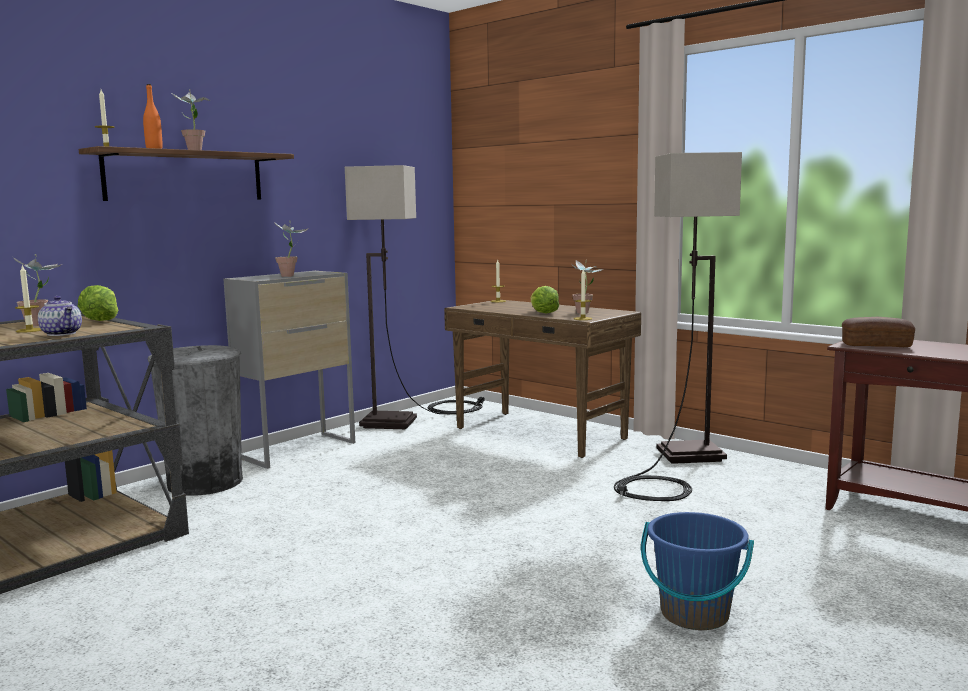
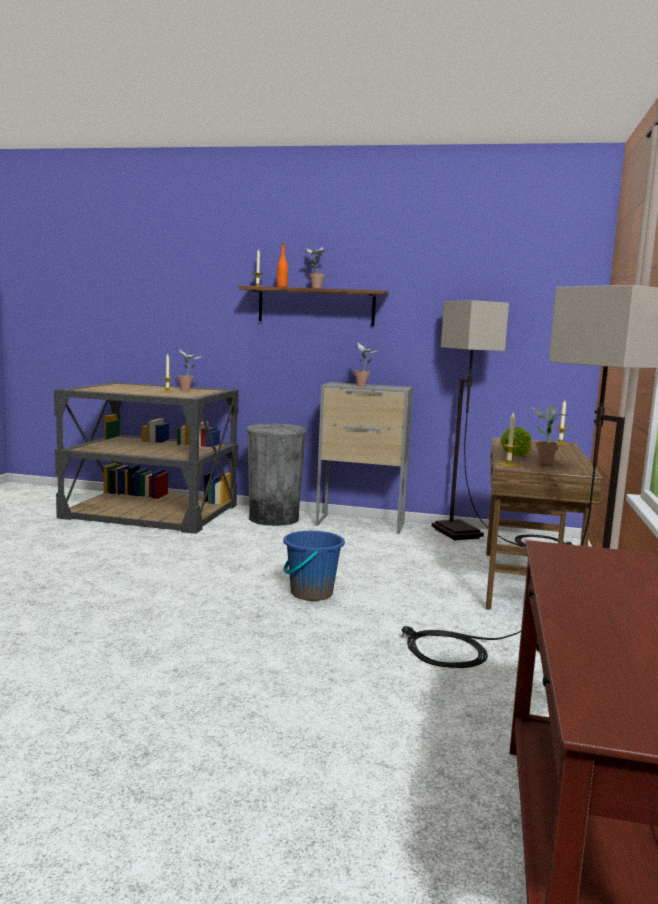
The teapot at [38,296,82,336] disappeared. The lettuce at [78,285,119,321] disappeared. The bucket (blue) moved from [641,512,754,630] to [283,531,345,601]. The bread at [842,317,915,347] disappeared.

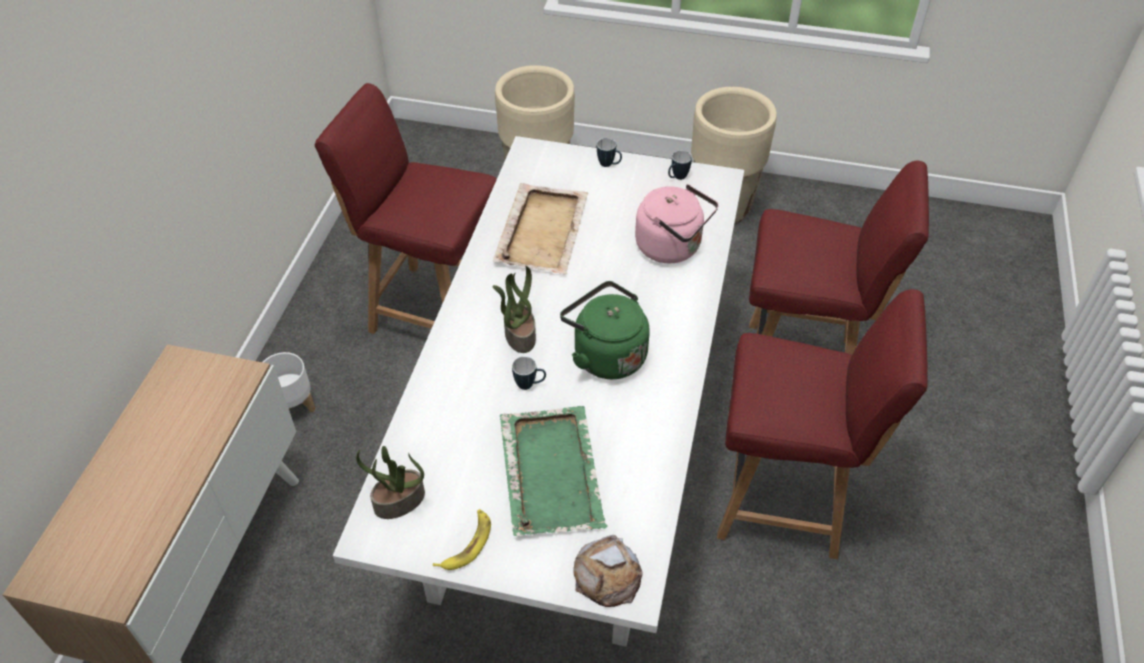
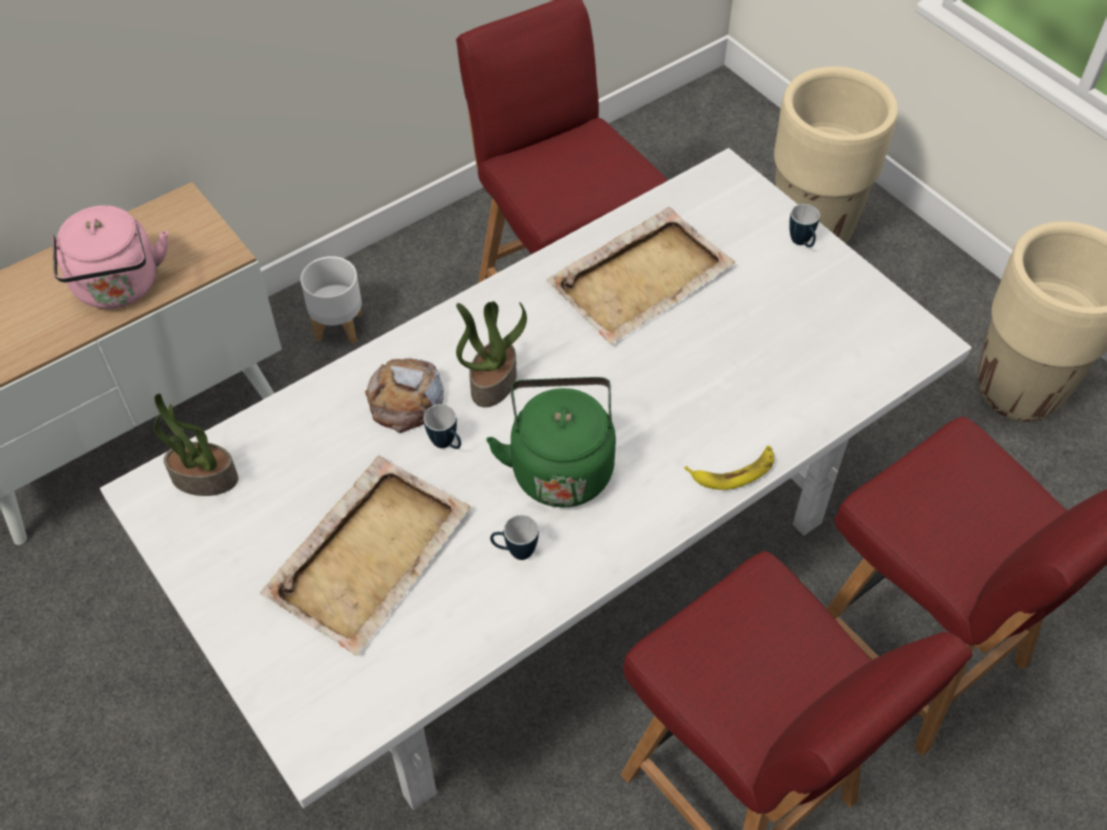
The banana moved from [433,509,491,570] to [684,446,774,490]. The tray (green) at [500,406,607,536] became the tray (beige) at [260,456,471,656]. The bread moved from [573,535,643,607] to [365,358,444,433]. The kettle (pink) moved from [635,184,719,263] to [52,205,168,309]. The mug moved from [668,150,692,180] to [490,515,539,560].

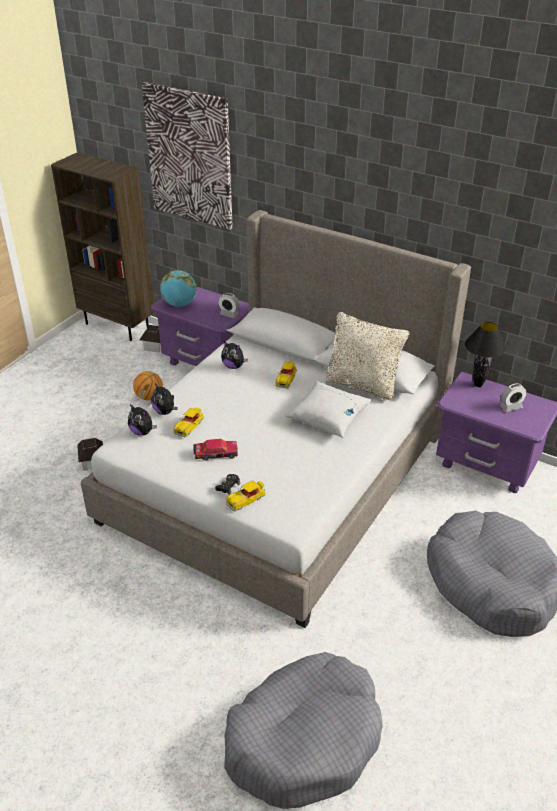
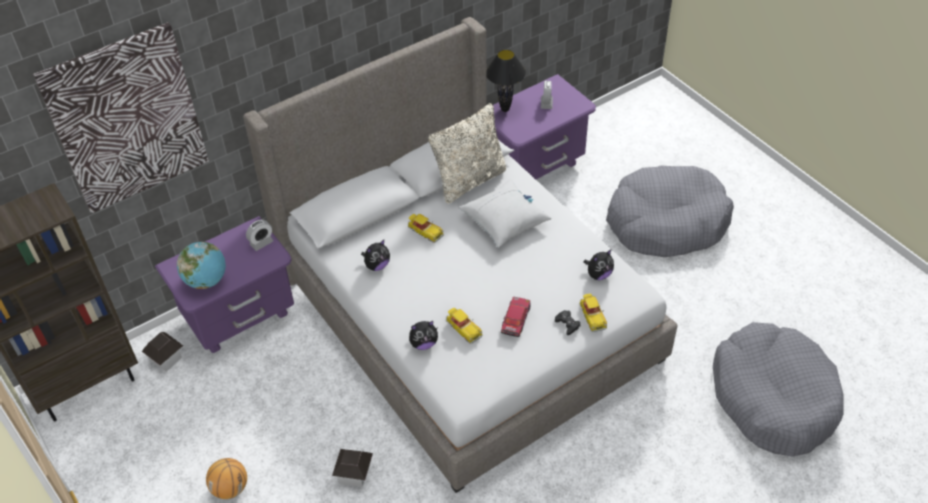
The plush toy moved from [128,404,157,436] to [584,250,614,280]. The basketball moved from [133,371,163,400] to [206,458,247,499].

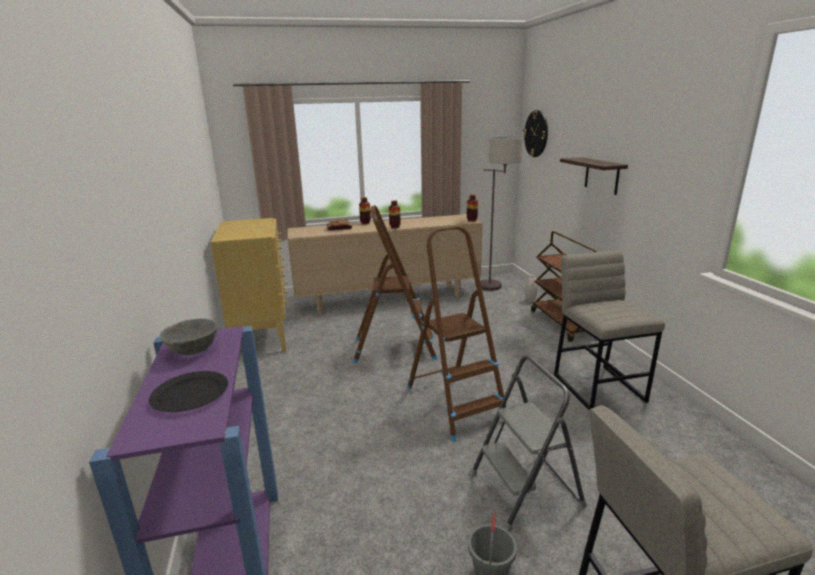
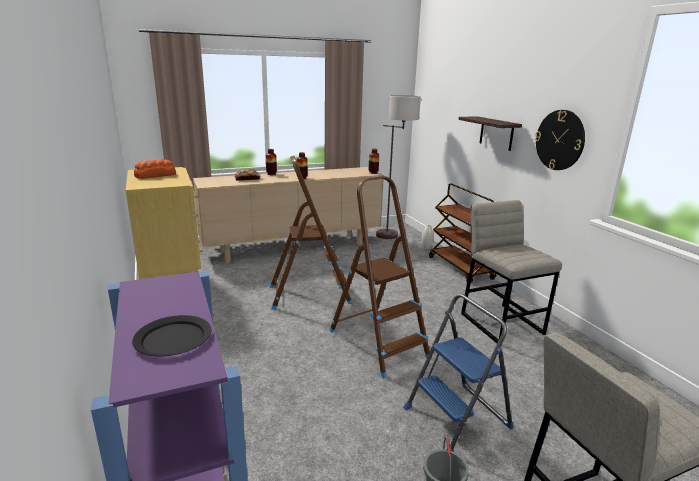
The bowl (grey) at [159,319,218,355] disappeared. The step ladder (grey) at [468,355,587,532] became the step ladder (blue) at [403,294,513,452]. The wall clock moved from [523,110,548,157] to [535,110,585,170]. The bread at [134,159,176,179] appeared.

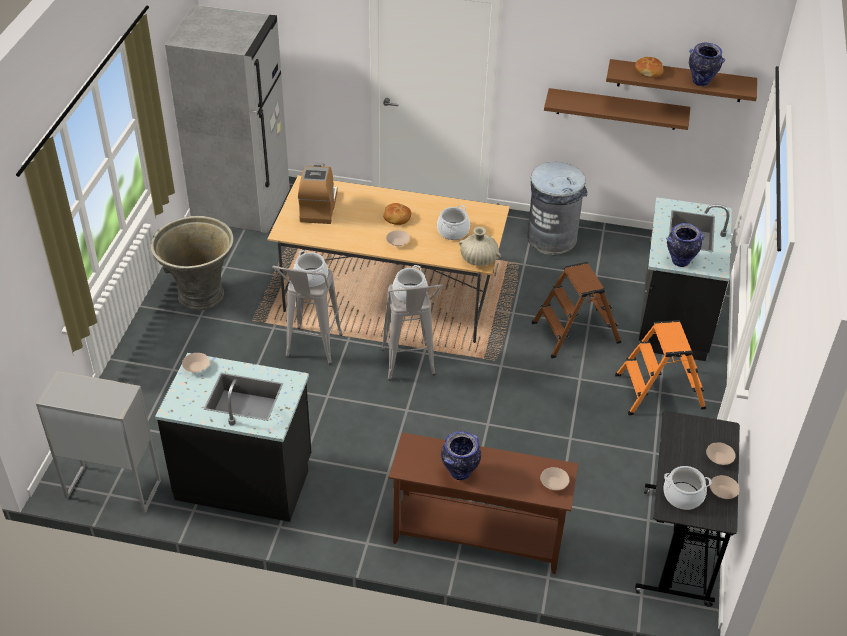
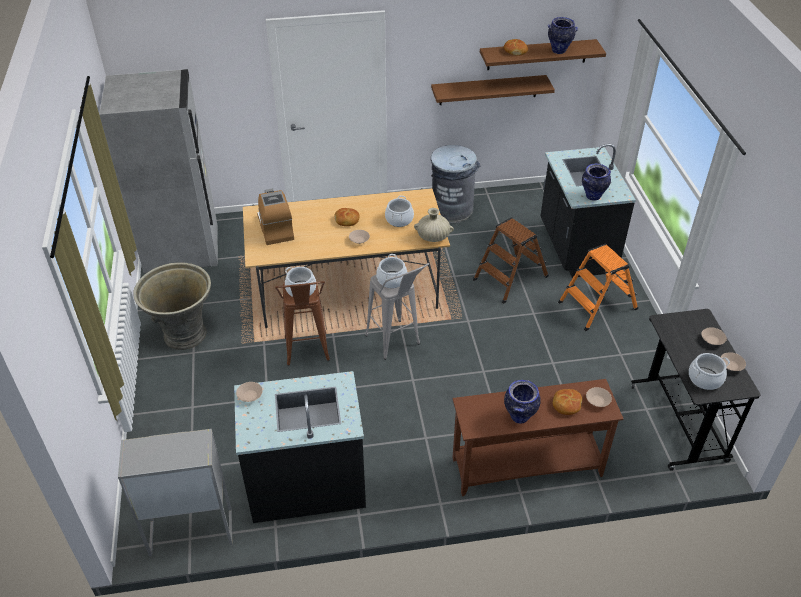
The stool (grey) at [272,266,343,365] became the stool (brown) at [275,281,330,366]. The bread at [553,389,582,415] appeared.

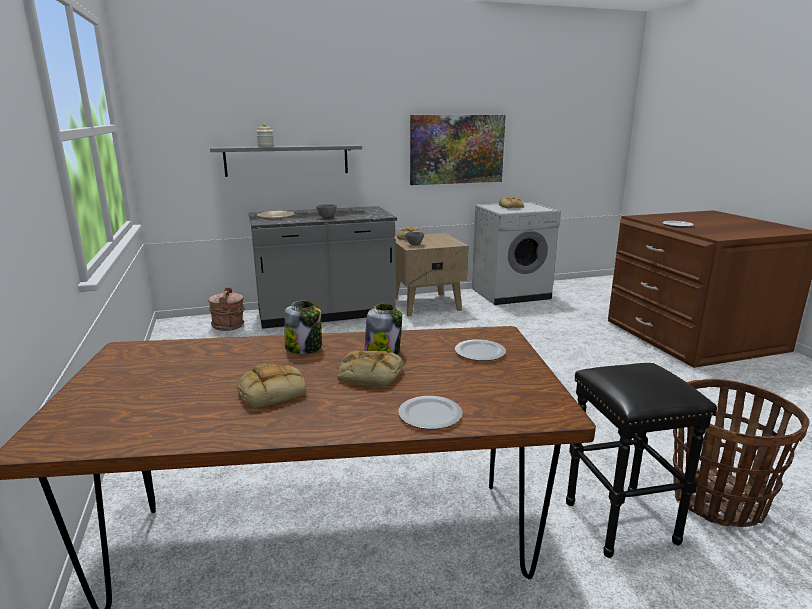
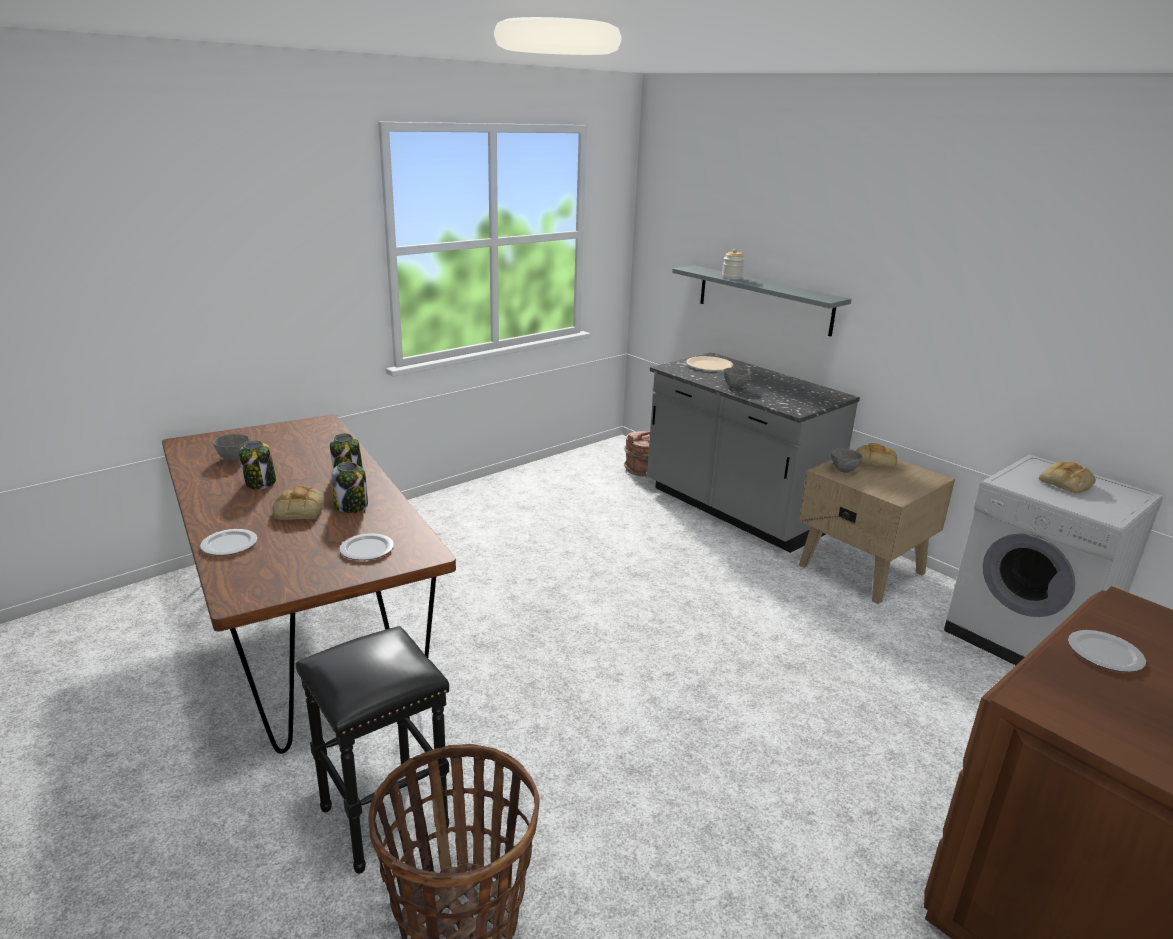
The bread at [237,364,306,409] was replaced by the jar at [239,440,276,490]. The picture at [410,115,506,185] disappeared. The bowl (grey) at [213,434,249,461] appeared.

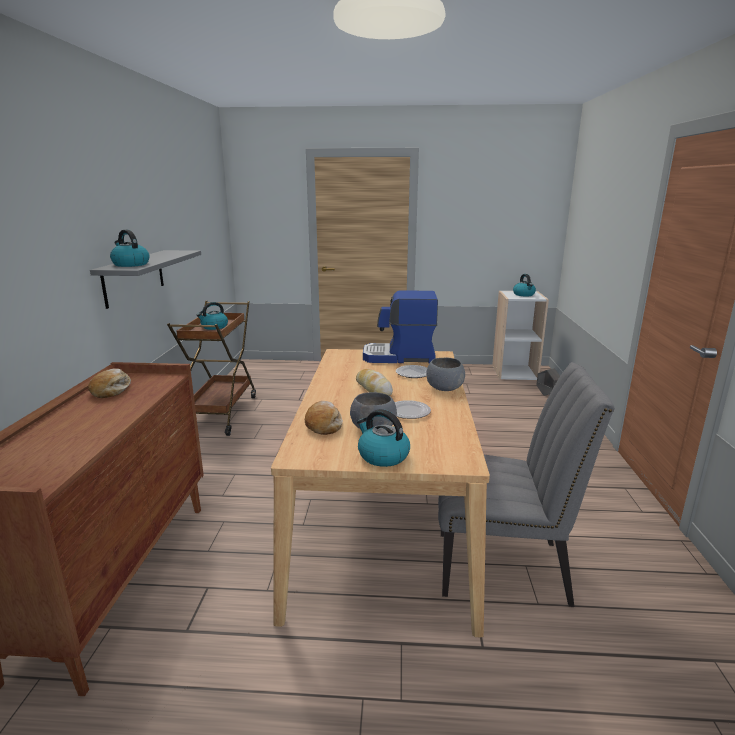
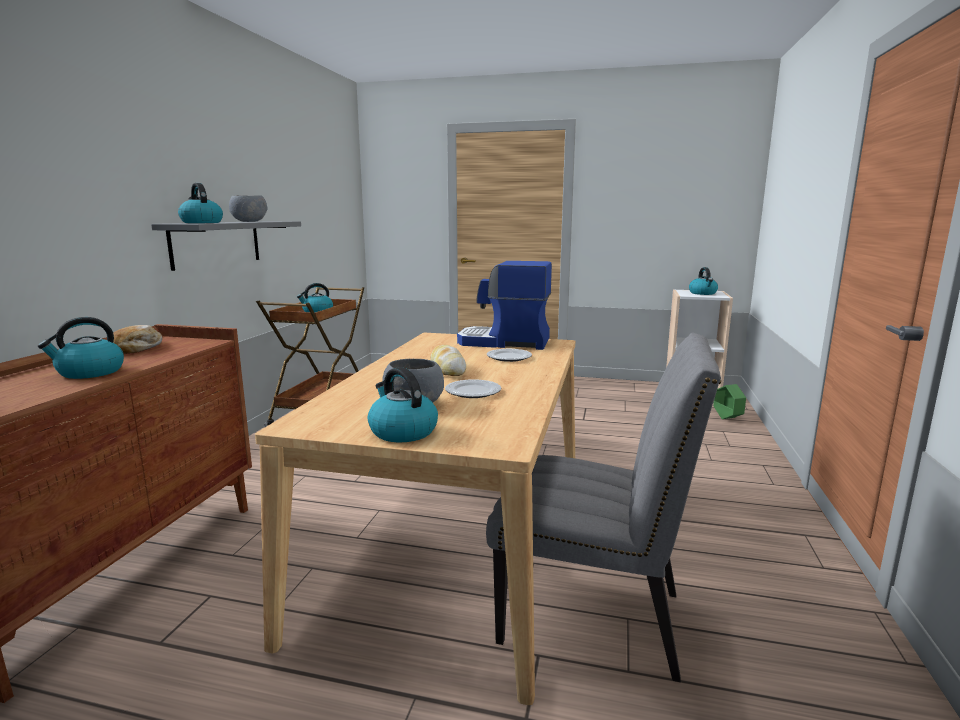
The bread at [305,401,343,435] disappeared. The bowl (grey) moved from [426,358,465,391] to [229,195,268,222]. The planter (grey) at [536,368,560,396] became the planter (green) at [713,384,746,419]. The kettle at [38,317,124,379] appeared.

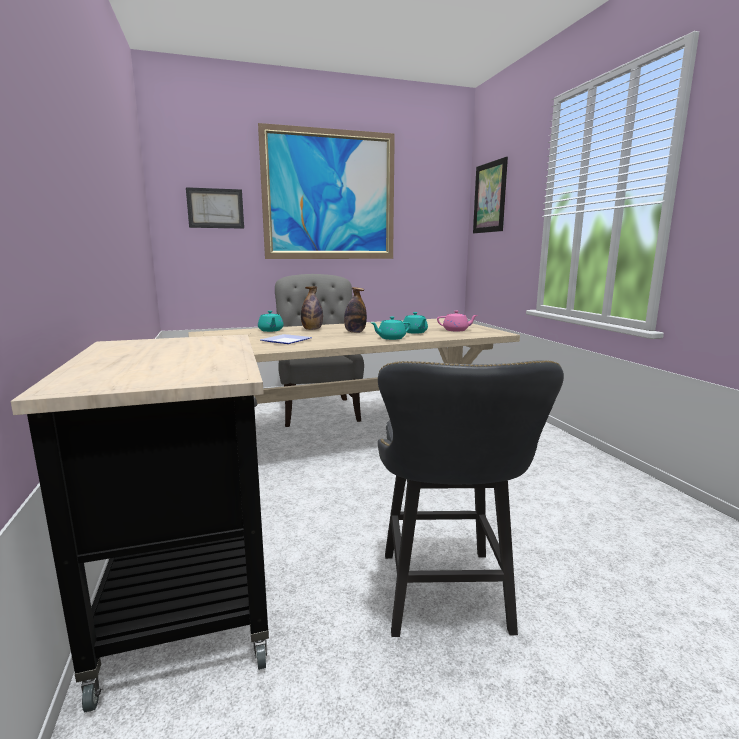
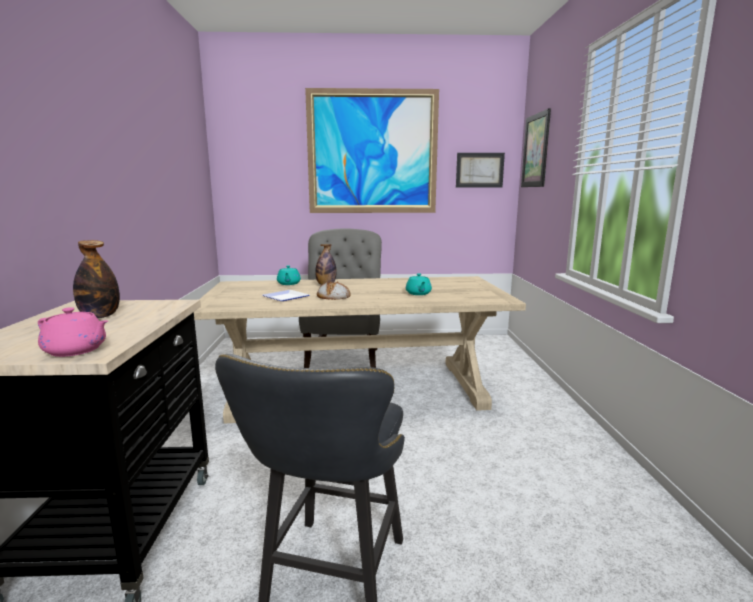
The picture moved from [186,187,244,229] to [456,153,505,188]. The bottle moved from [344,287,367,333] to [73,240,120,318]. The teapot (turquoise) at [372,316,411,340] disappeared. The teapot (pink) moved from [437,311,477,332] to [38,307,108,357]. The bread at [317,282,351,300] appeared.

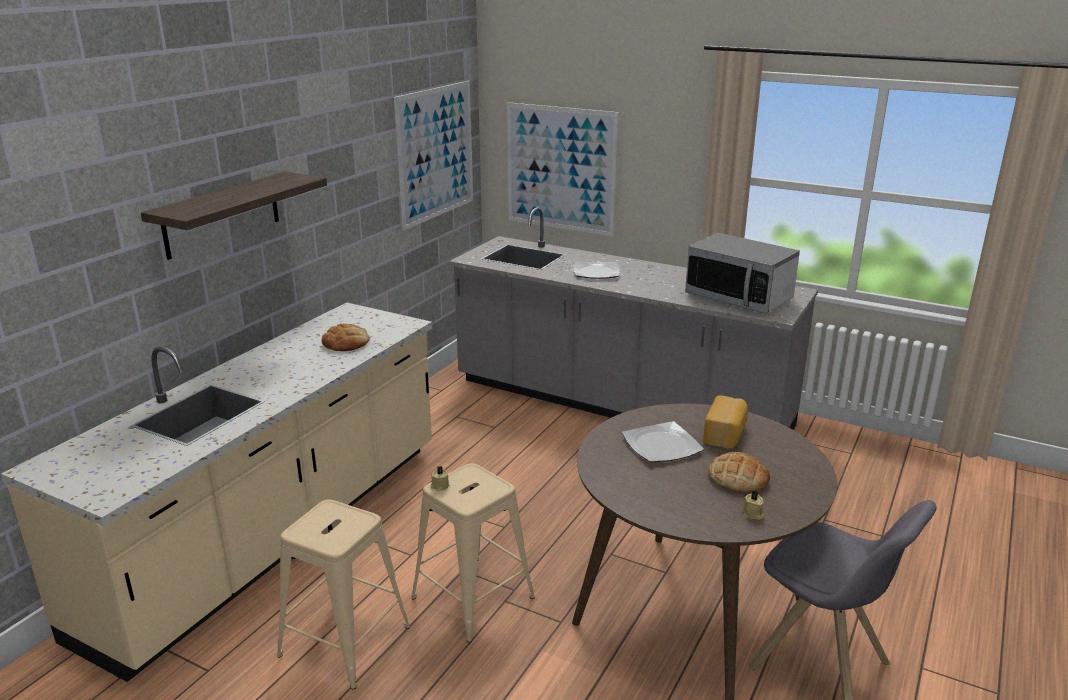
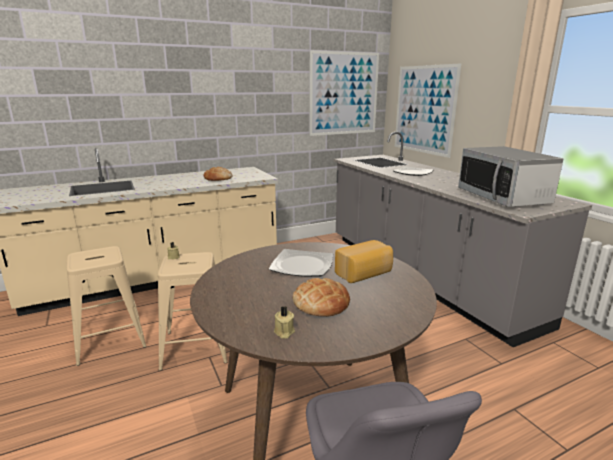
The shelf at [141,172,327,260] disappeared.

